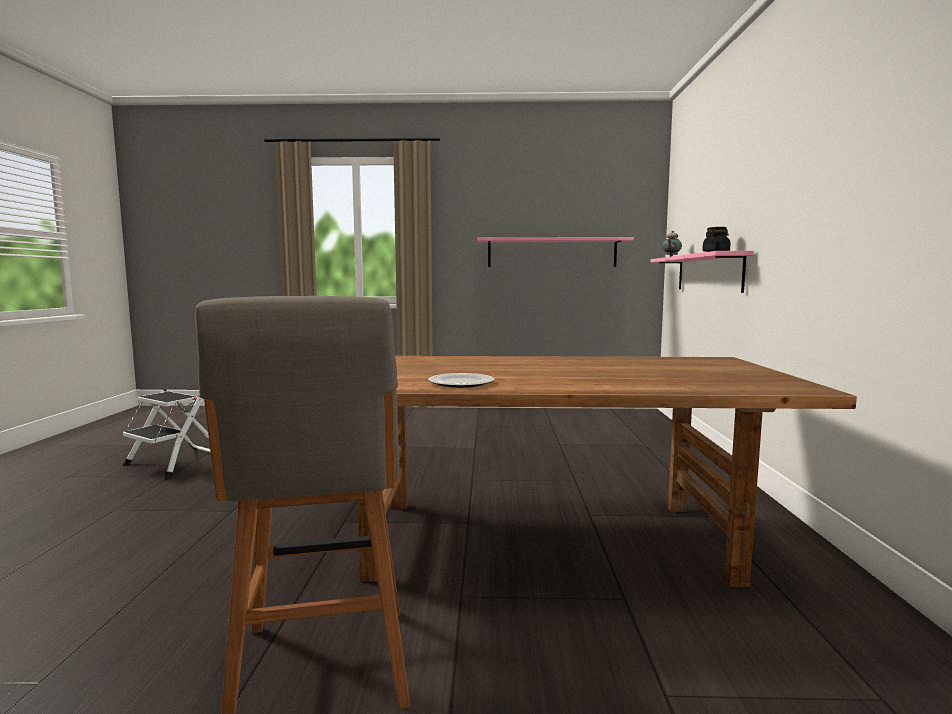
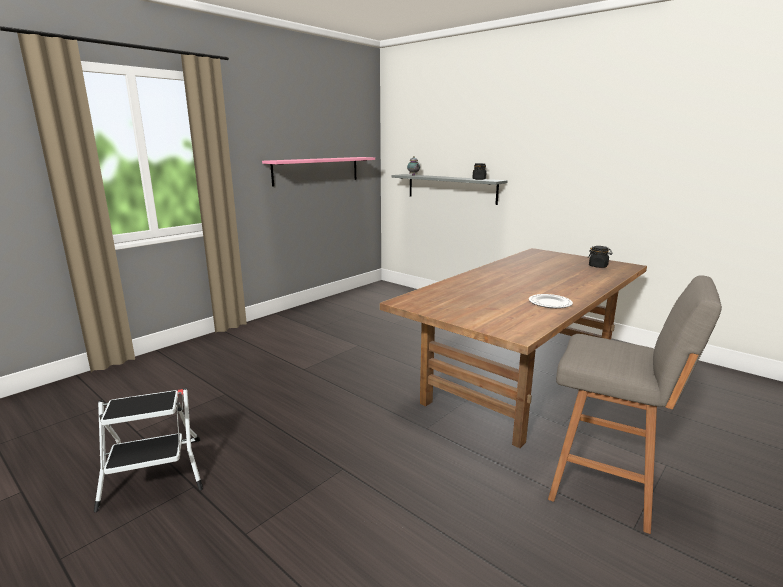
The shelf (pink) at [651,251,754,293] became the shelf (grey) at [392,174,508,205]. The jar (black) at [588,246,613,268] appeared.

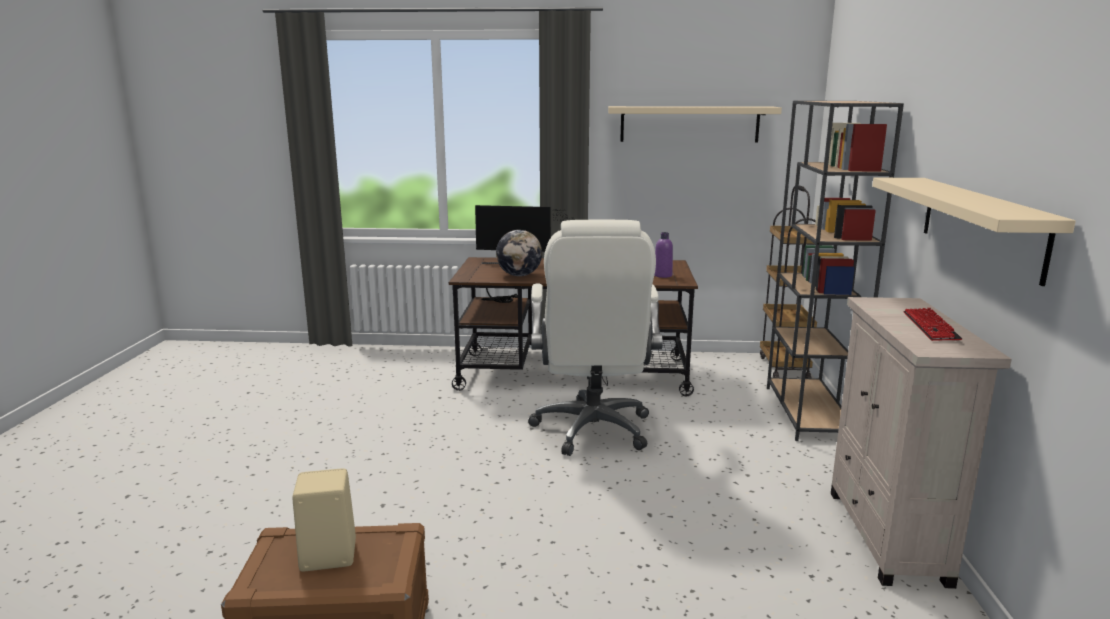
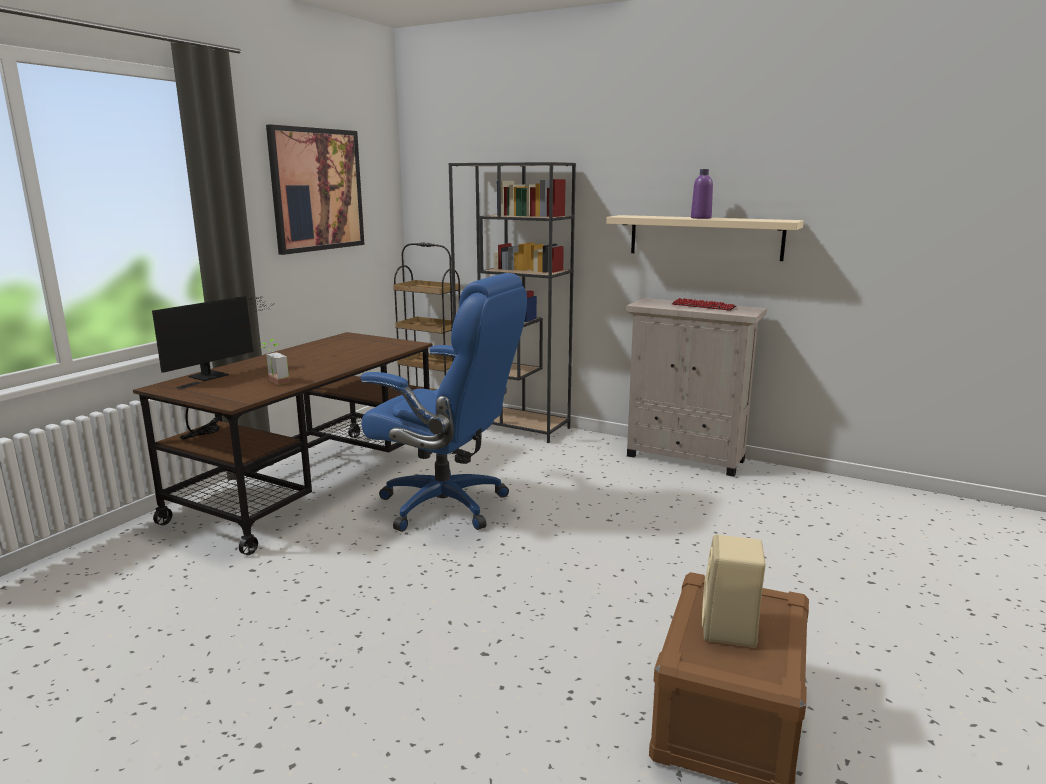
The globe at [496,230,542,276] was replaced by the potted plant at [260,339,289,385]. The office chair (white) at [528,220,663,456] became the office chair (blue) at [361,273,527,532]. The shelf (beige) at [608,106,782,142] was replaced by the picture at [266,124,364,255]. The bottle (purple) moved from [654,232,673,278] to [691,169,713,219].

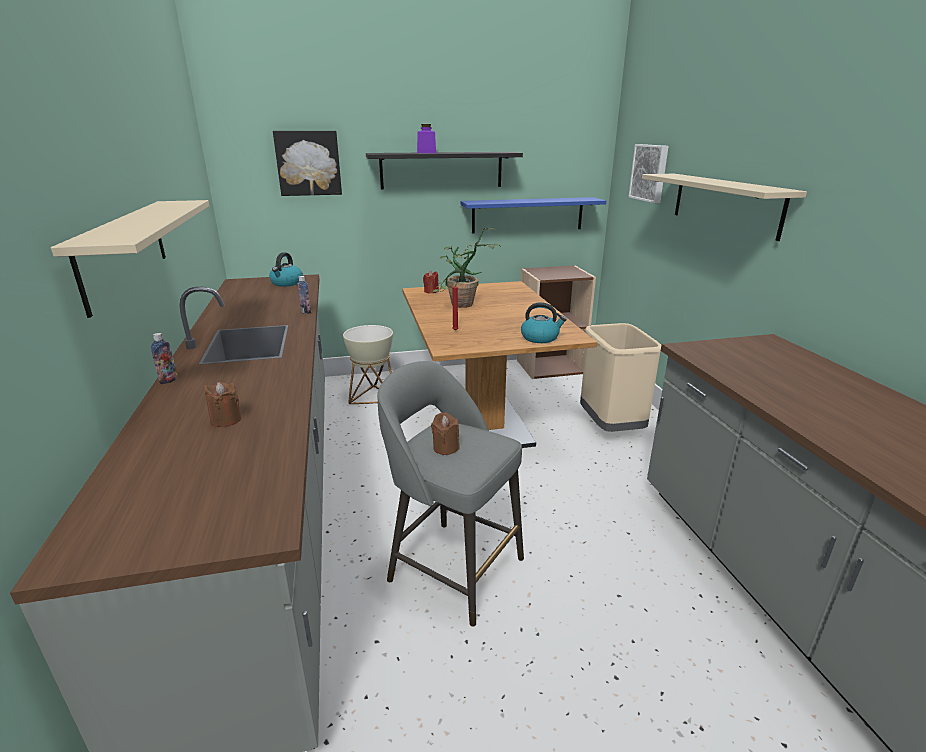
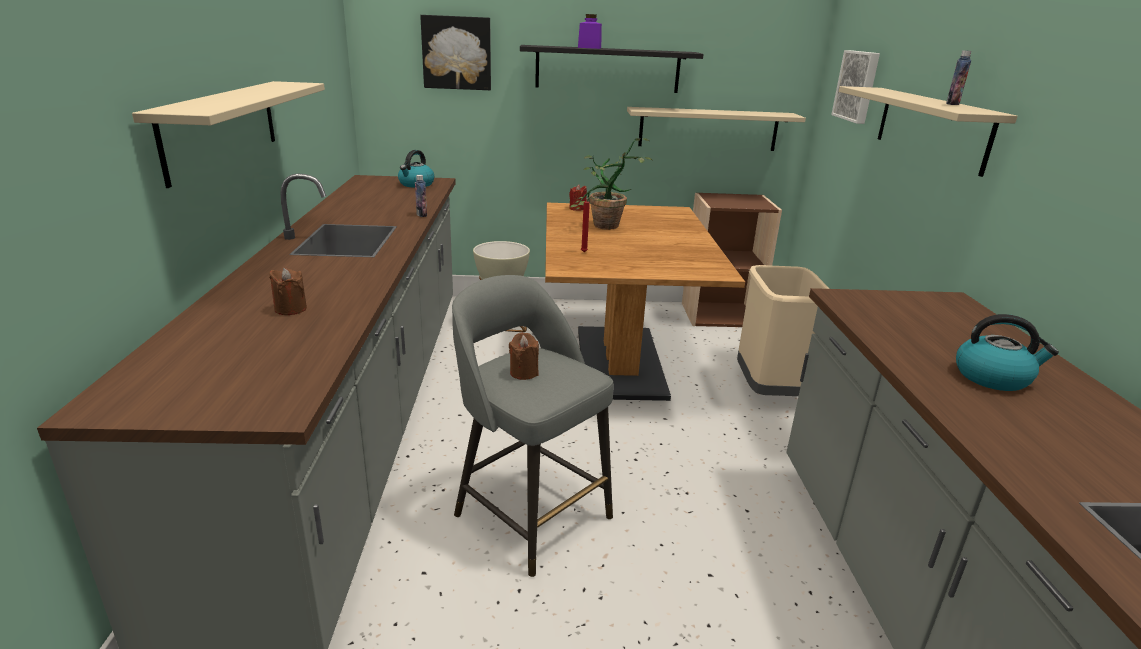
The bottle moved from [151,333,178,384] to [946,50,971,105]. The shelf (blue) at [460,197,606,234] became the shelf (beige) at [627,107,806,151]. The kettle moved from [521,302,567,343] to [956,314,1059,391].

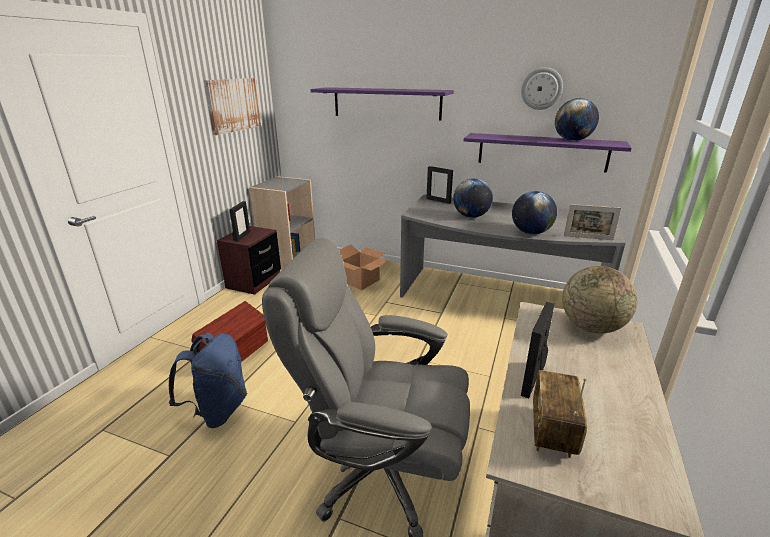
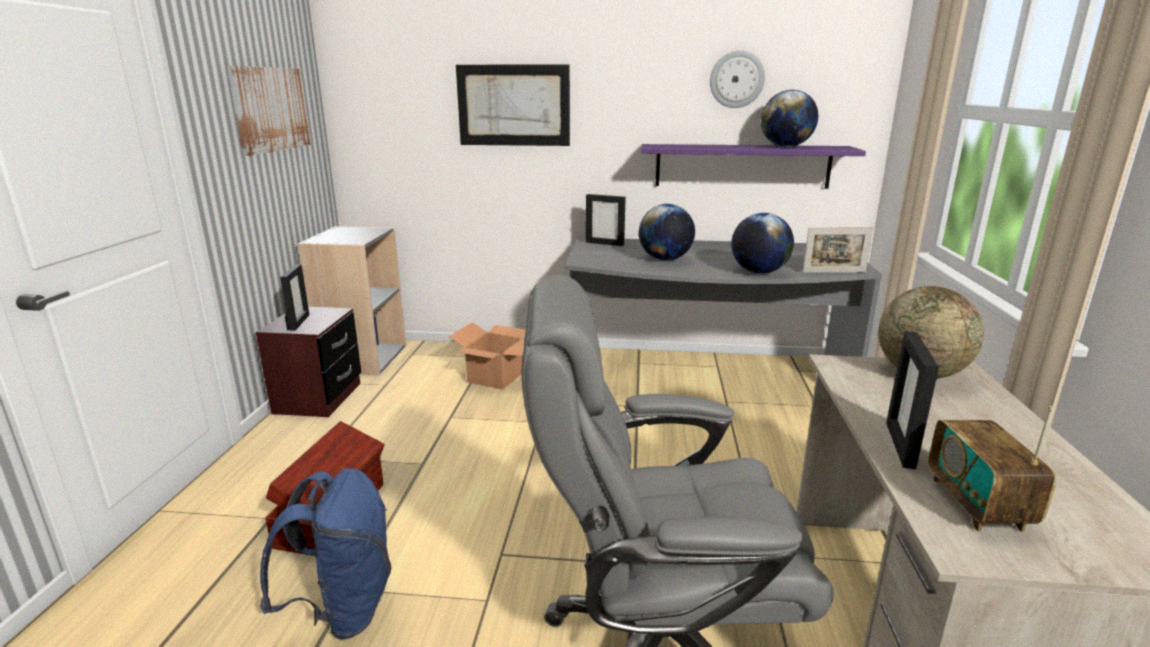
The shelf (purple) at [310,87,454,121] was replaced by the picture at [456,64,570,146].

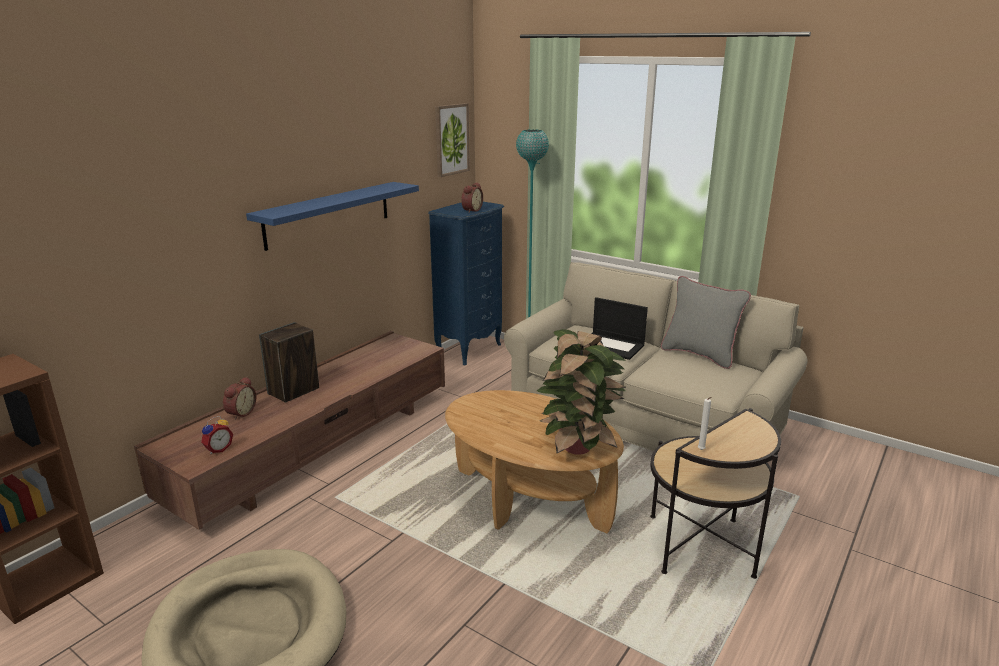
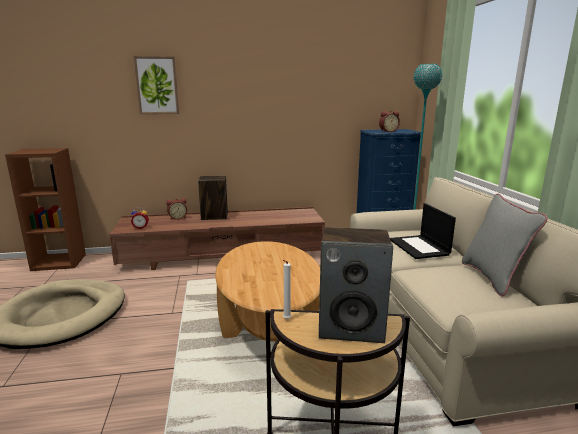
The shelf (blue) at [246,182,419,251] disappeared. The picture moved from [435,103,470,177] to [134,56,179,114]. The potted plant at [537,329,627,455] disappeared. The speaker at [319,227,393,343] appeared.

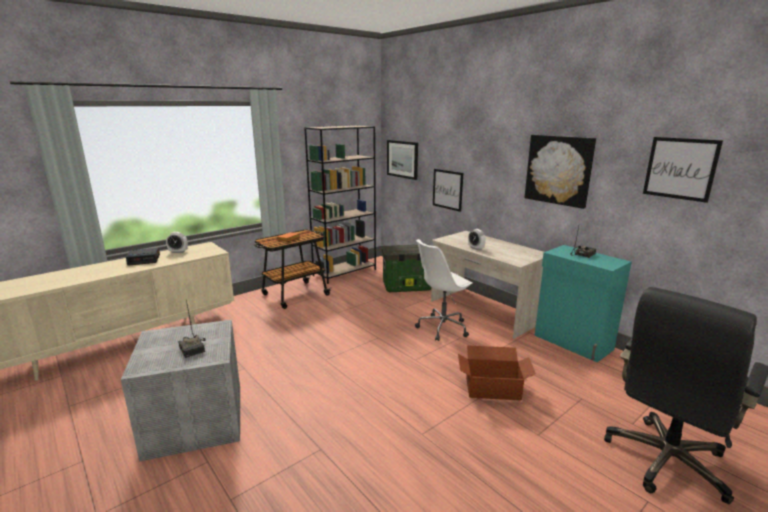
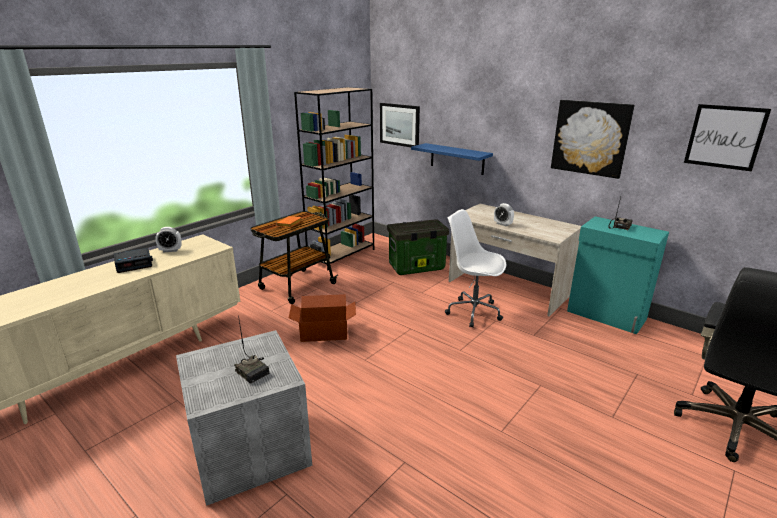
The office chair (white) at [415,239,473,341] turned 75 degrees clockwise. The picture at [433,169,463,212] was replaced by the shelf (blue) at [411,143,493,175]. The cardboard box moved from [458,345,536,400] to [289,294,356,342].

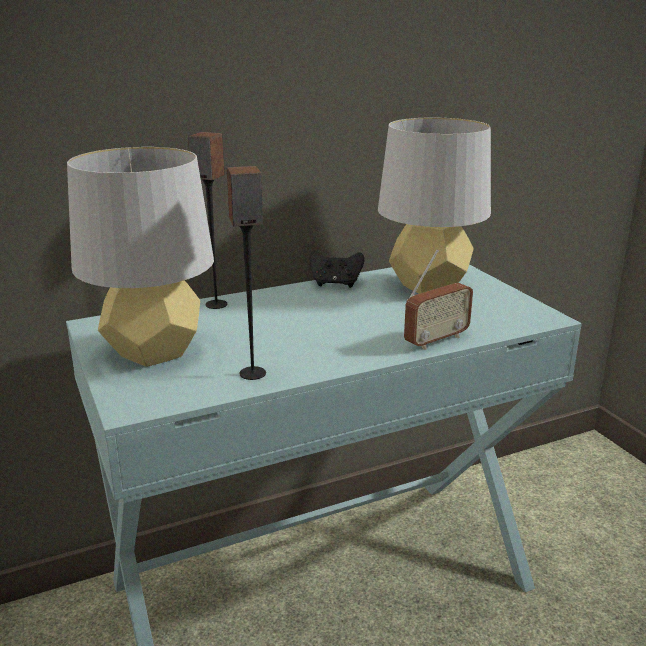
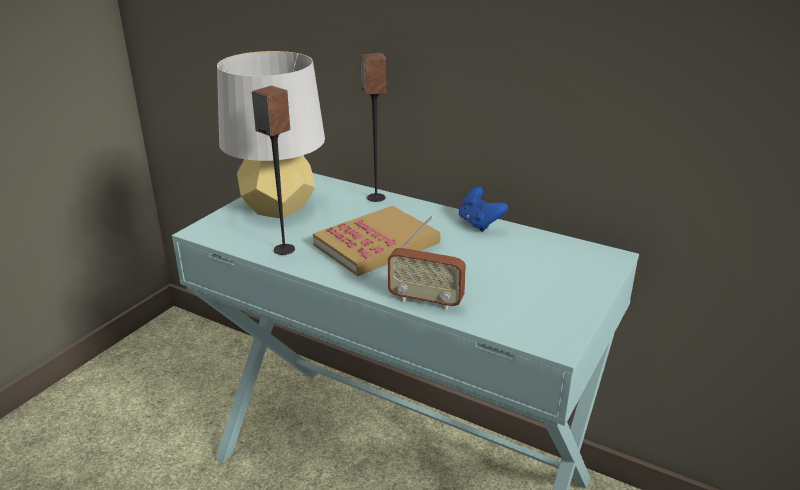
The game controller (black) at [310,251,364,288] became the game controller (blue) at [459,187,508,232]. The table lamp (grey) at [378,117,491,294] disappeared. The book at [313,206,441,276] appeared.

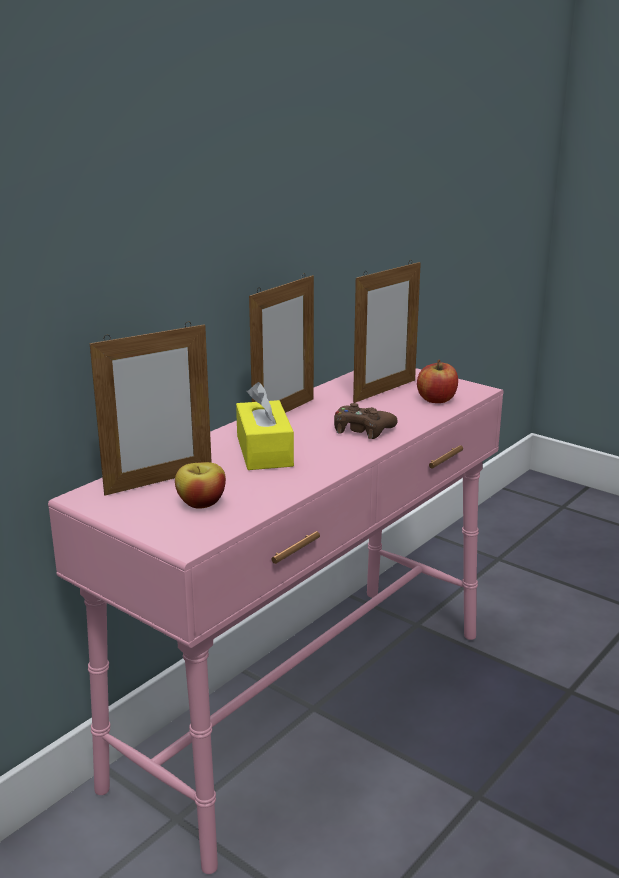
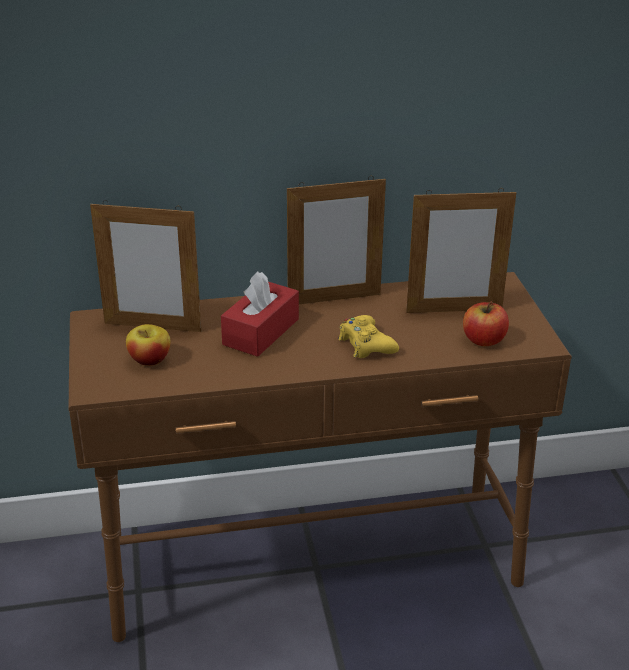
The console table (pink) at [48,368,503,874] became the console table (brown) at [69,272,572,642]. The tissue box (yellow) at [236,382,294,470] became the tissue box (red) at [221,271,299,357]. The game controller (brown) at [334,403,398,439] became the game controller (yellow) at [338,315,399,358].

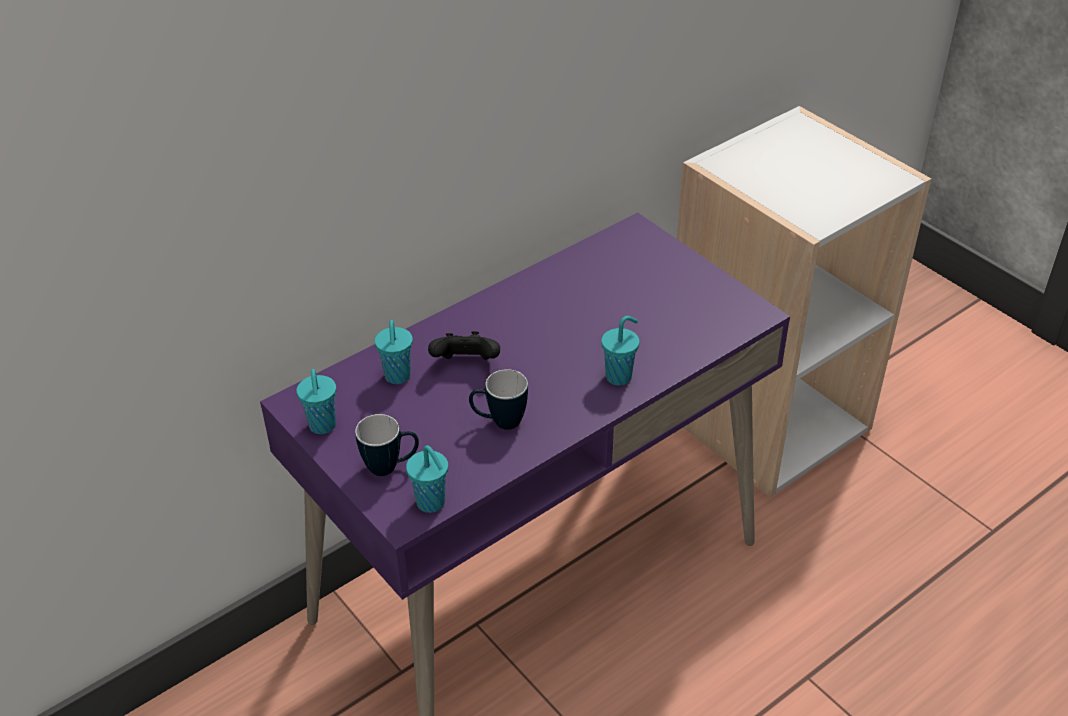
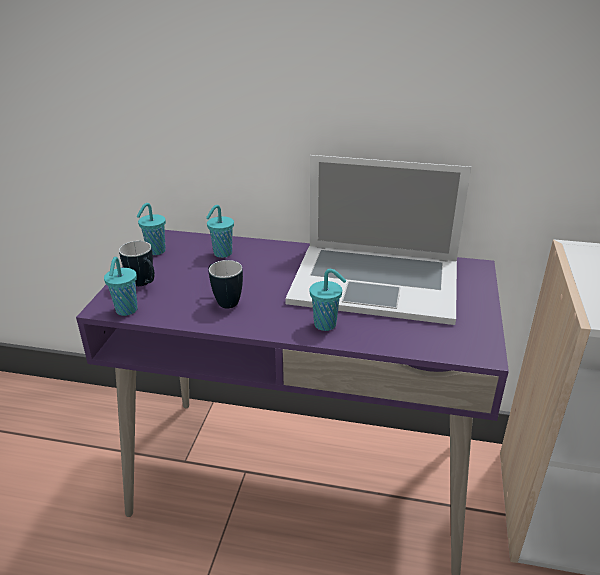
The game controller (black) at [428,331,500,360] disappeared. The laptop at [285,155,471,325] appeared.

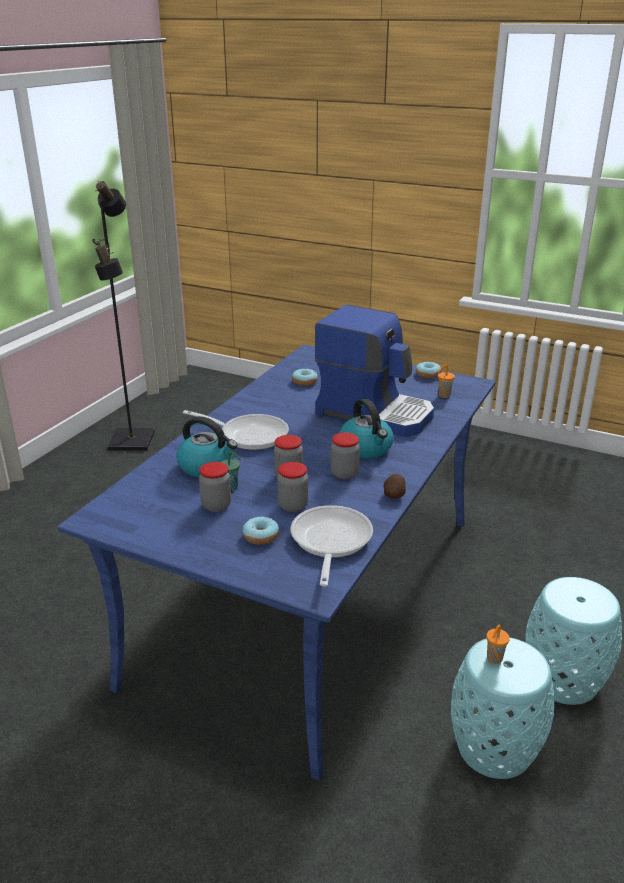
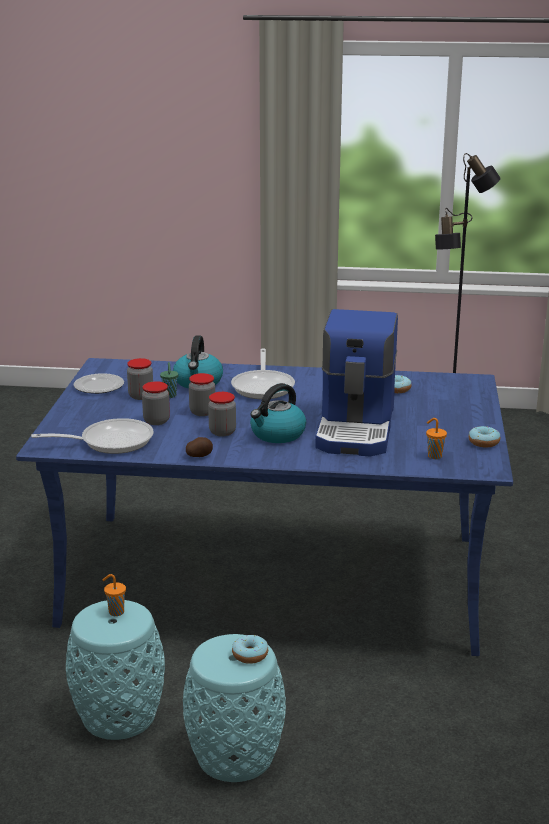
The donut moved from [243,516,279,545] to [232,635,268,664]. The plate at [74,373,124,394] appeared.

